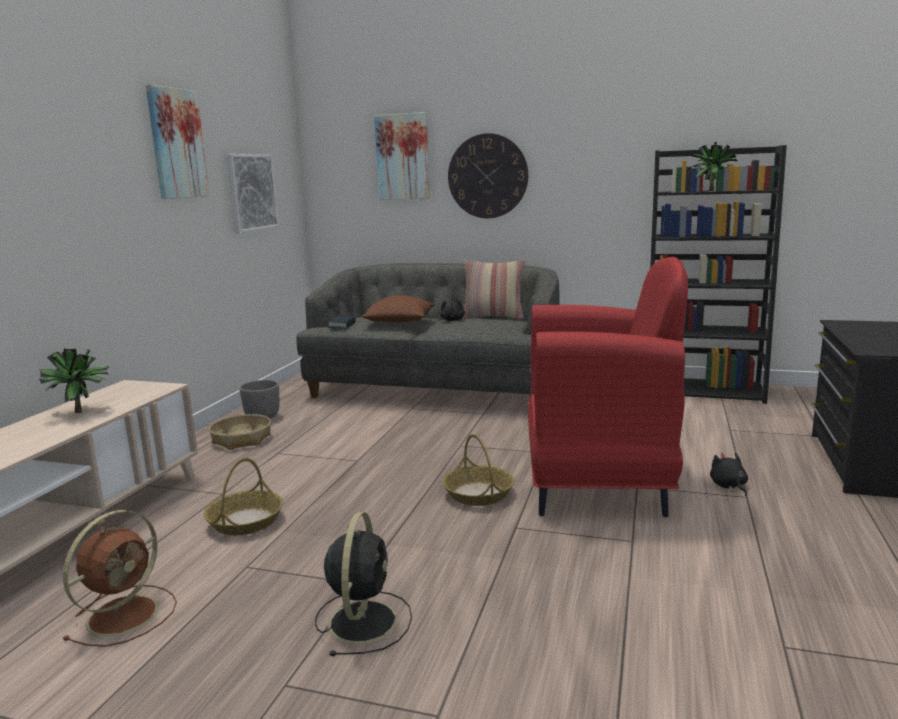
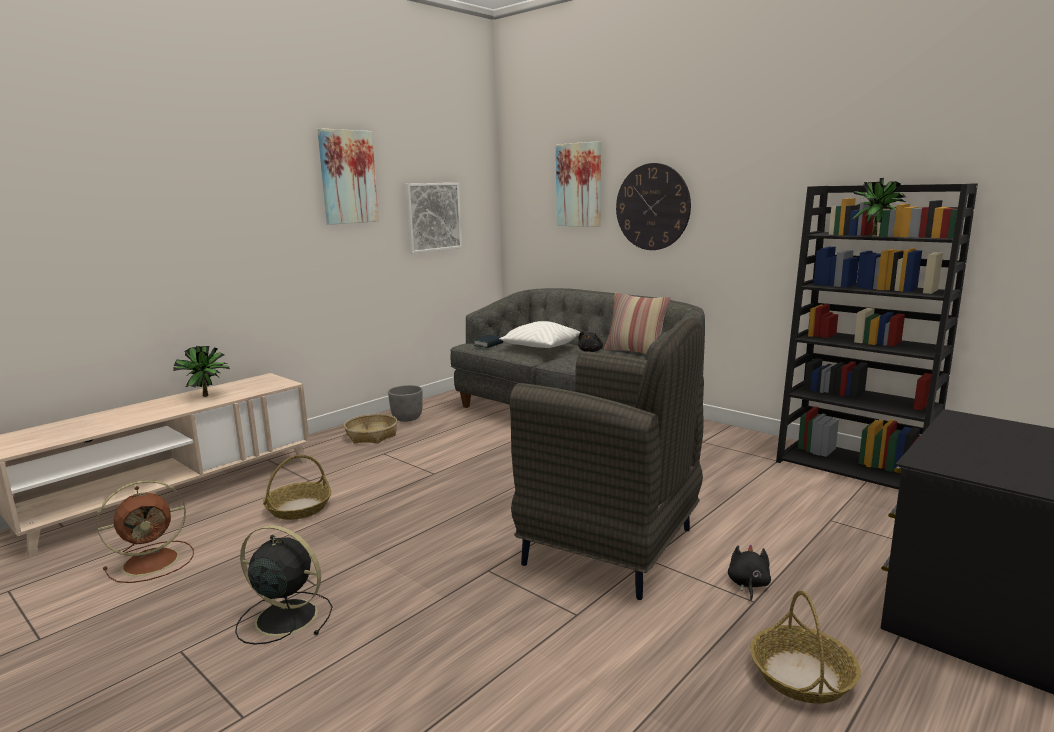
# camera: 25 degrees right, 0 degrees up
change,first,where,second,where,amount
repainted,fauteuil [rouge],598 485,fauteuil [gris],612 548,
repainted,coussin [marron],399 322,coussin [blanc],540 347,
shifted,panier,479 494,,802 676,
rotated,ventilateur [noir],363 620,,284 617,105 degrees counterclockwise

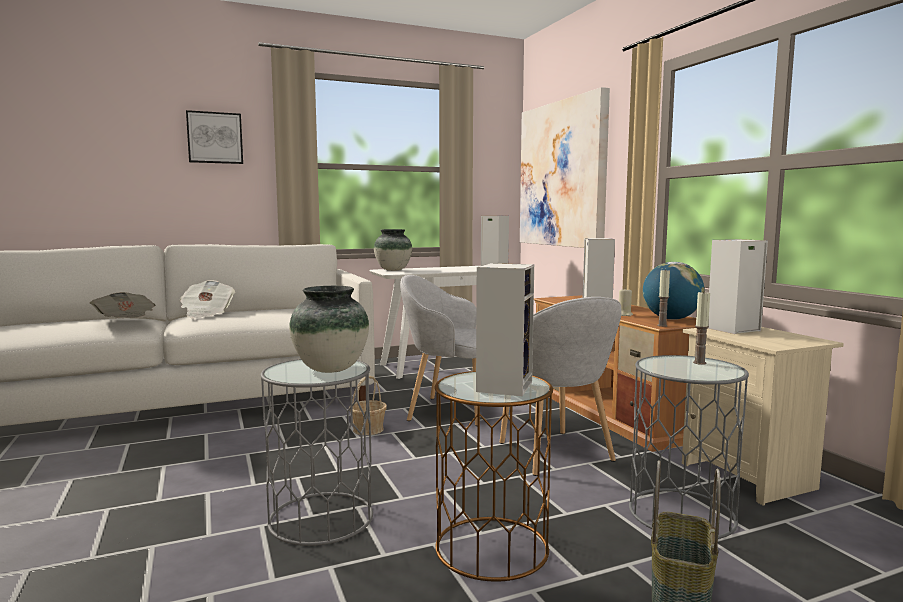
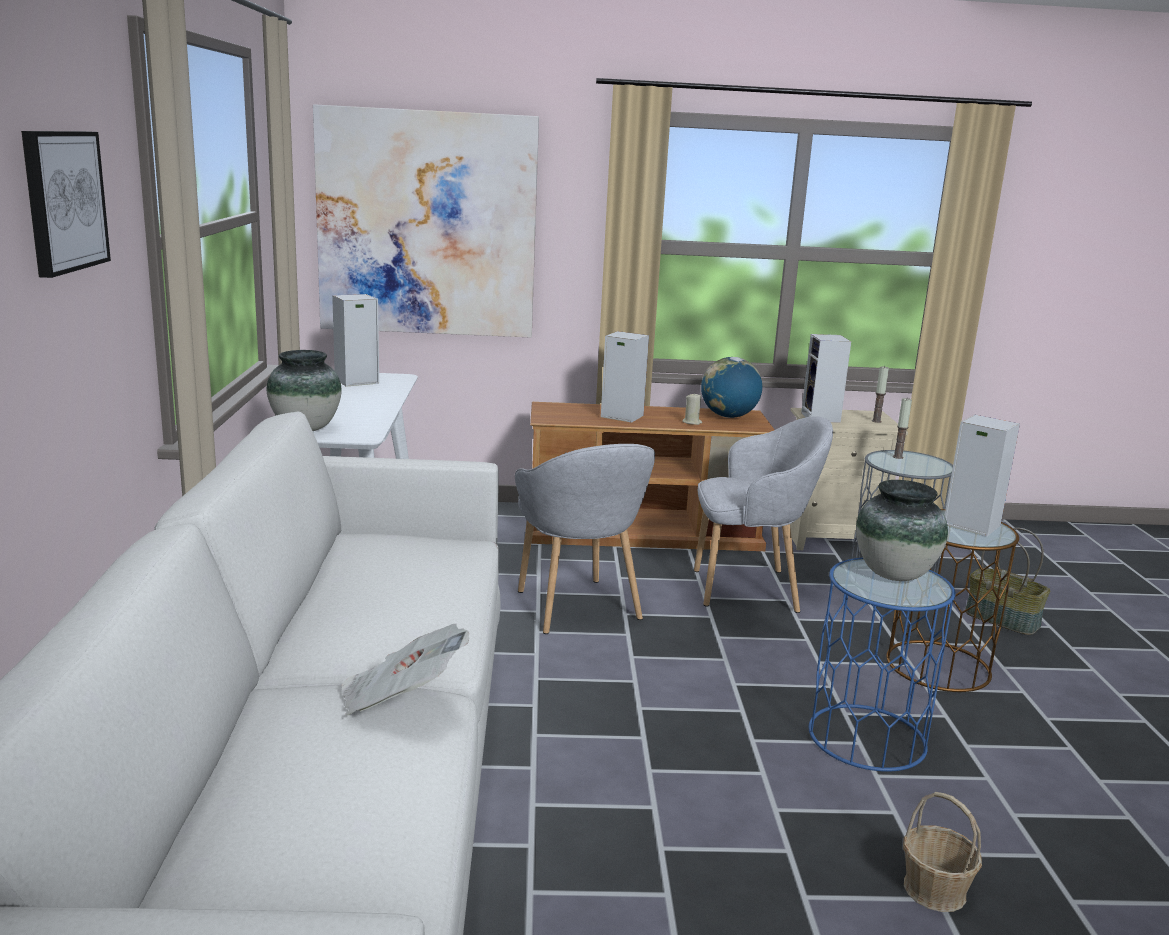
# camera: 70 degrees left, 10 degrees up
change,first,where,second,where,amount
shifted,bougie,662 325,,876 421,
rotated,fauteuil [gris],448 411,,577 608,60 degrees counterclockwise
gone,journal,206 313,,,
repainted,table d'appoint [gris],321 518,table d'appoint [bleu],867 737,
shifted,panier,368 429,,934 889,

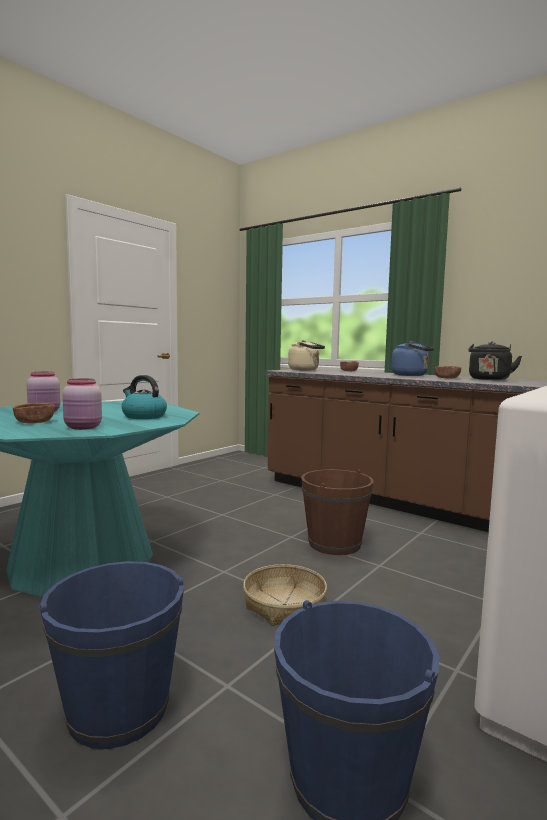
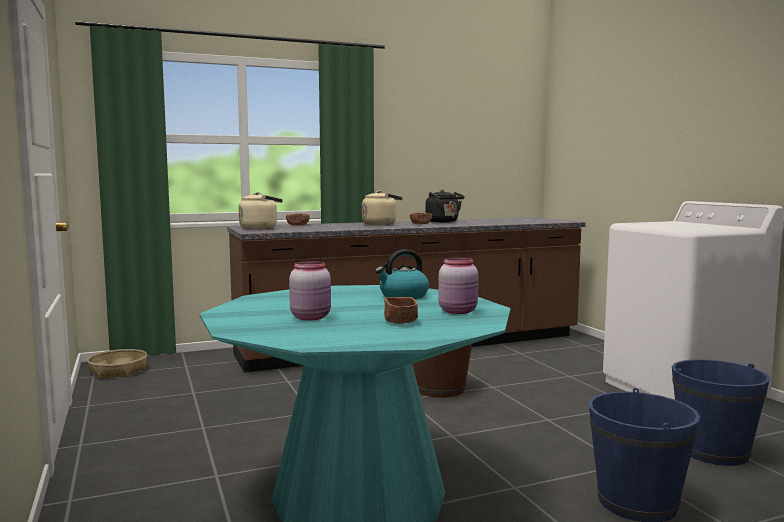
# camera: 60 degrees left, 0 degrees up
change,first,where,second,where,amount
repainted,bouilloire [bleu],412 375,bouilloire [beige],381 224,
shifted,panier,284 604,,118 371,

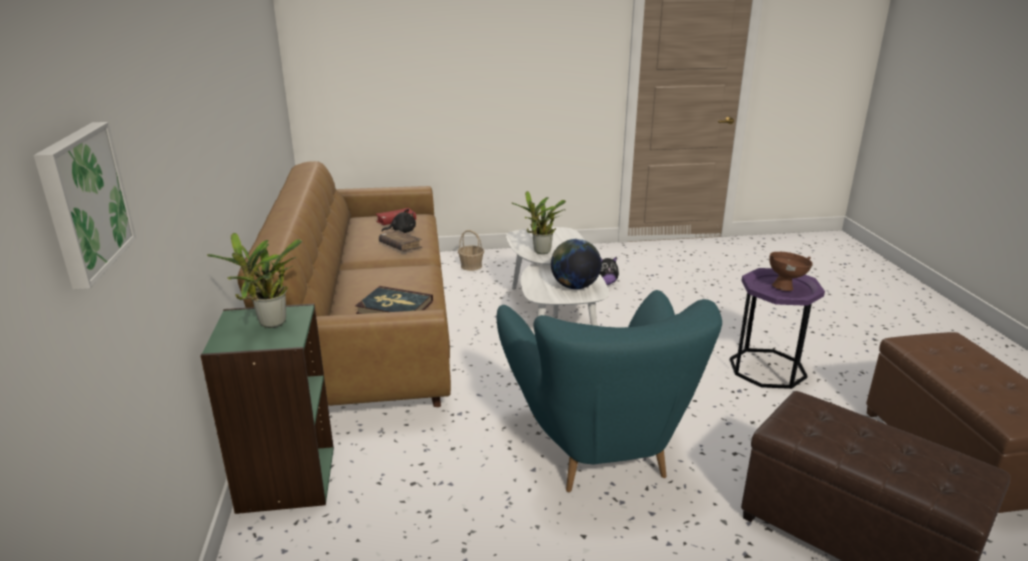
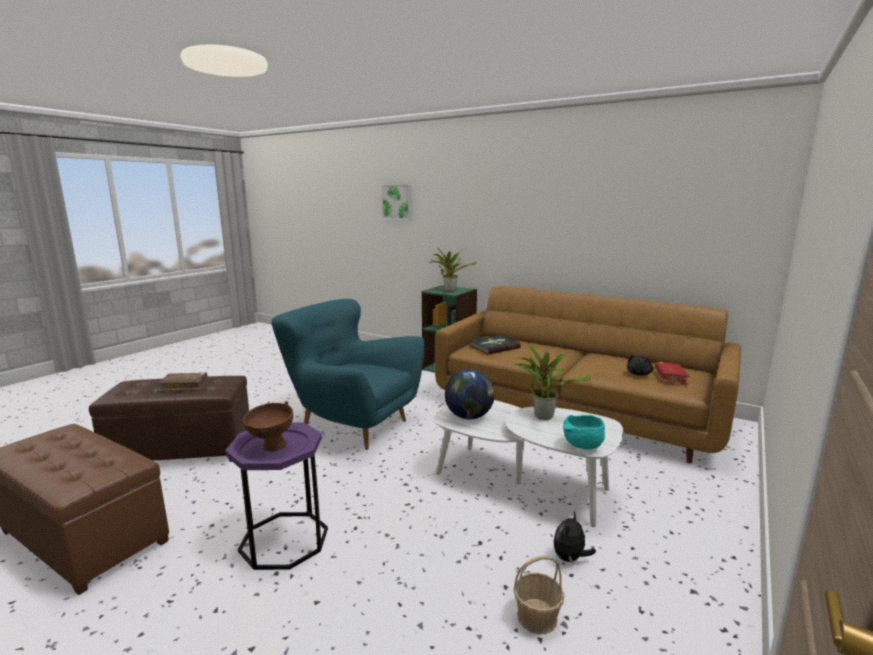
# camera: 130 degrees right, 10 degrees down
change,first,where,second,where,amount
shifted,livre [marron],400 246,,185 386,
shifted,panier,471 266,,537 617,
new,,,bol [turquoise],582 446,

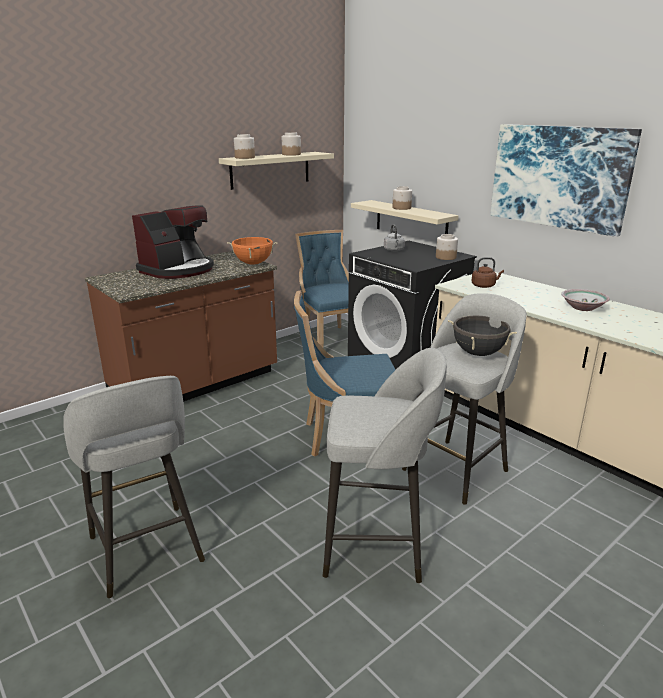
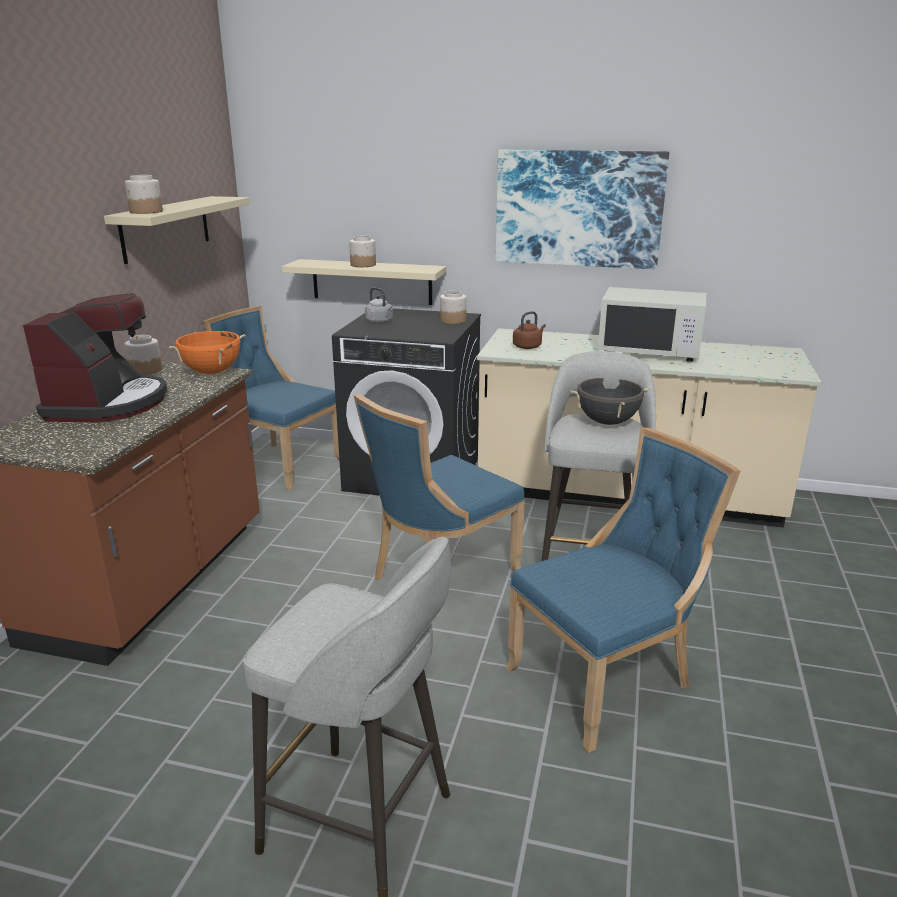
# camera: 35 degrees left, 0 degrees up
change,first,where,second,where,amount
shifted,bocal,291 154,,145 370,
swapped,bol,583 307,micro-ondes [blanc],649 351,
swapped,tabouret [gris],376 546,chaise [bleu],607 680,

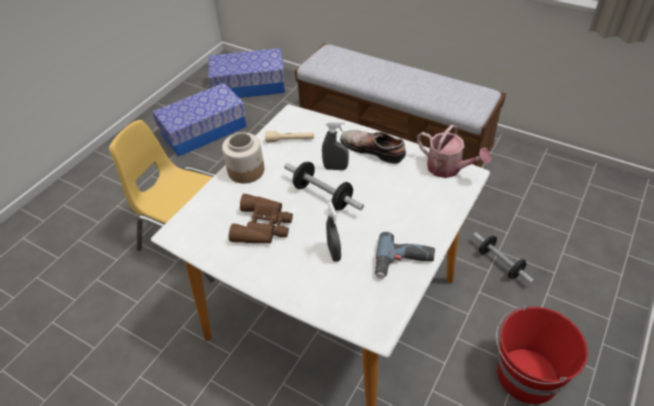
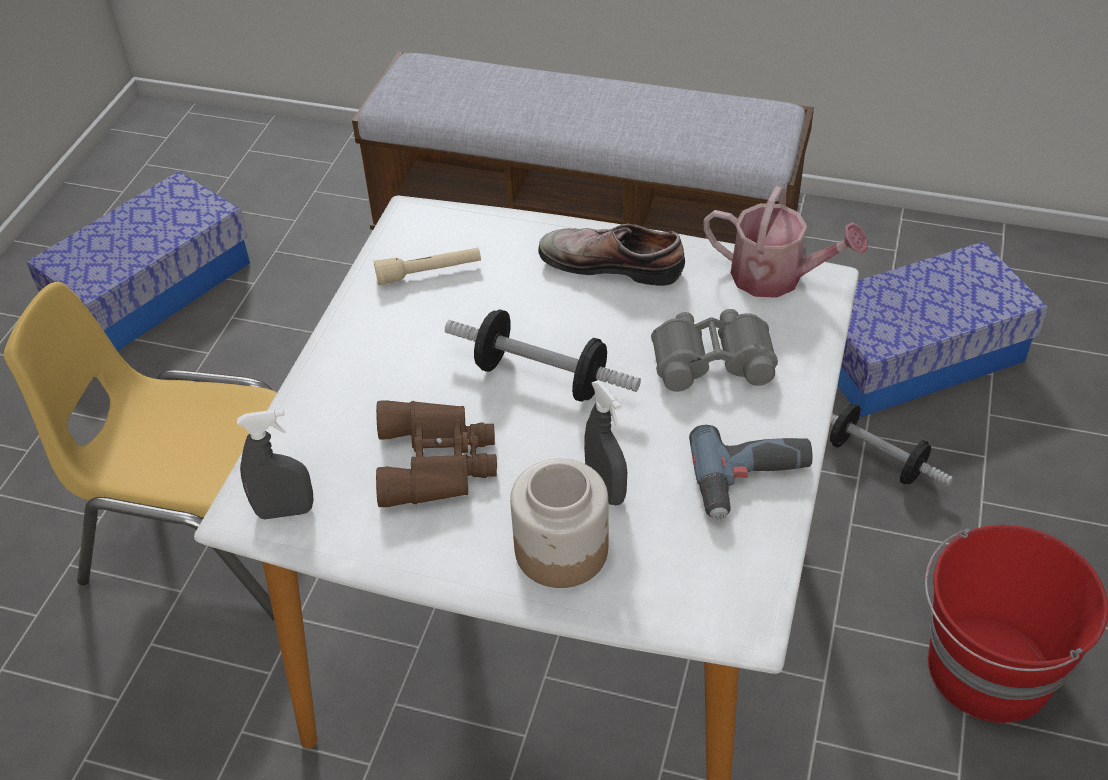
# camera: 15 degrees left, 0 degrees up
change,first,where,second,where,amount
shifted,boîte de rangement,249 86,,916 355,
shifted,vaporisateur [gris],335 168,,285 511,
shifted,bocal,246 171,,562 550,
new,,,jumelles [gris],712 359,

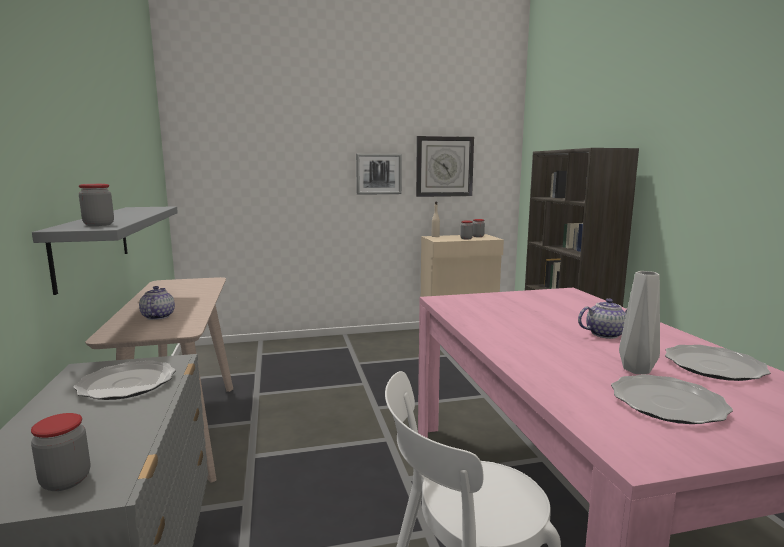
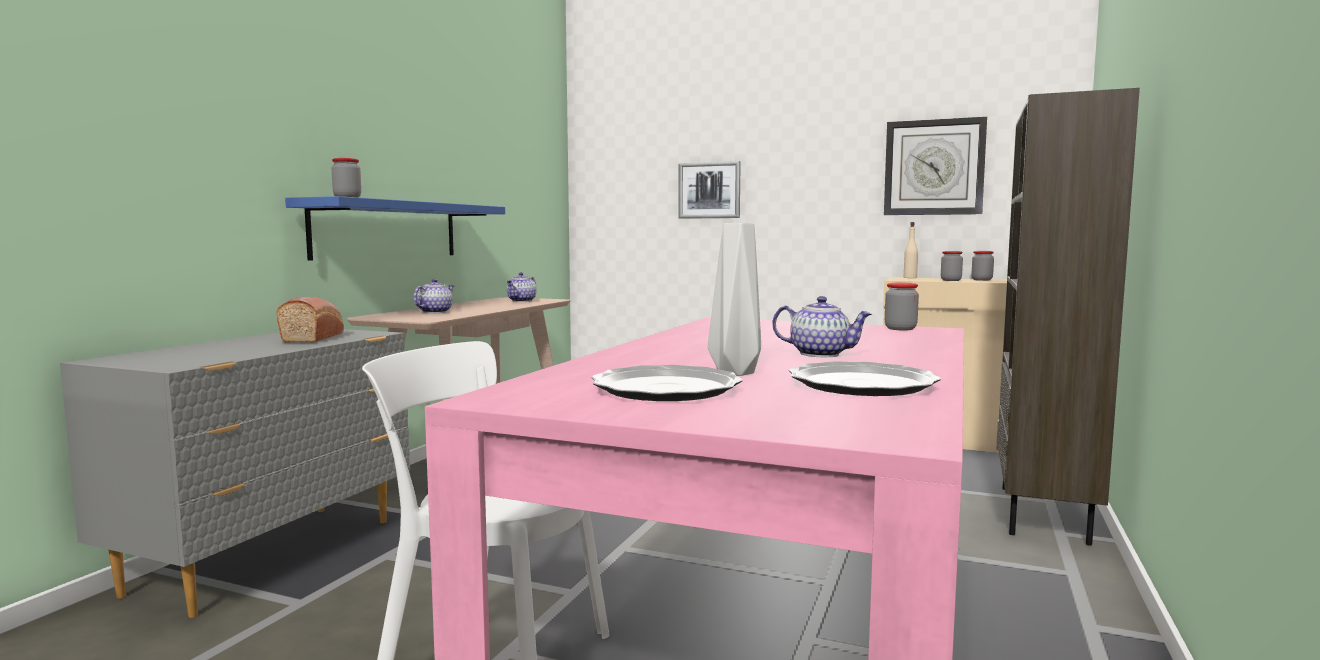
# camera: 35 degrees right, 5 degrees down
change,first,where,second,where,amount
shifted,tableau,378 174,,709 190,
repainted,étagère [gris],93 243,étagère [bleu],387 230,
swapped,assiette,127 383,pain,314 337,
shifted,bocal,66 481,,900 329,
new,,,théière,522 301,

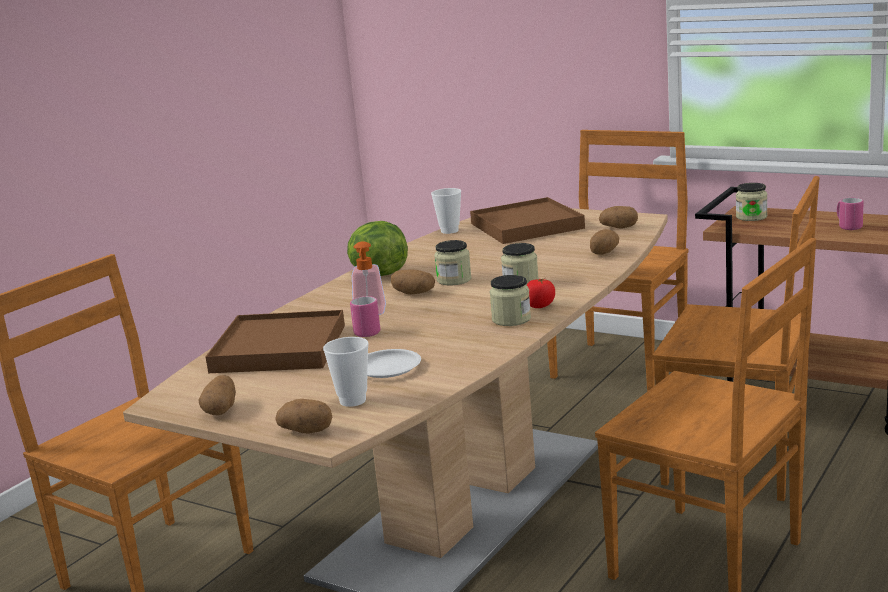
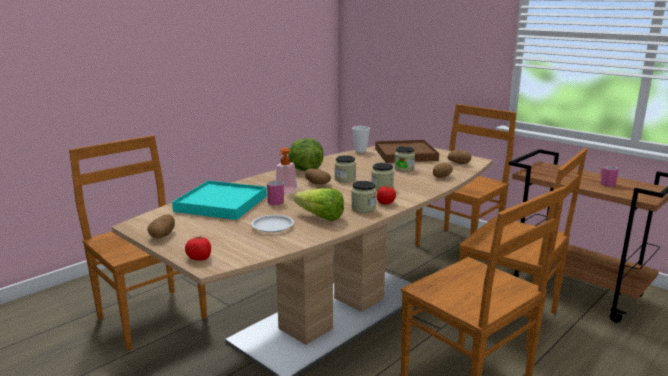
# camera: 10 degrees right, 0 degrees up
change,first,where,second,where,amount
shifted,bocal,751 217,,404 169,
repainted,plateau [marron],279 348,plateau [turquoise],221 204,
gone,tasse,352 401,,,
swapped,pomme de terre,307 431,tomate,199 258,
new,,,laitue,317 216,

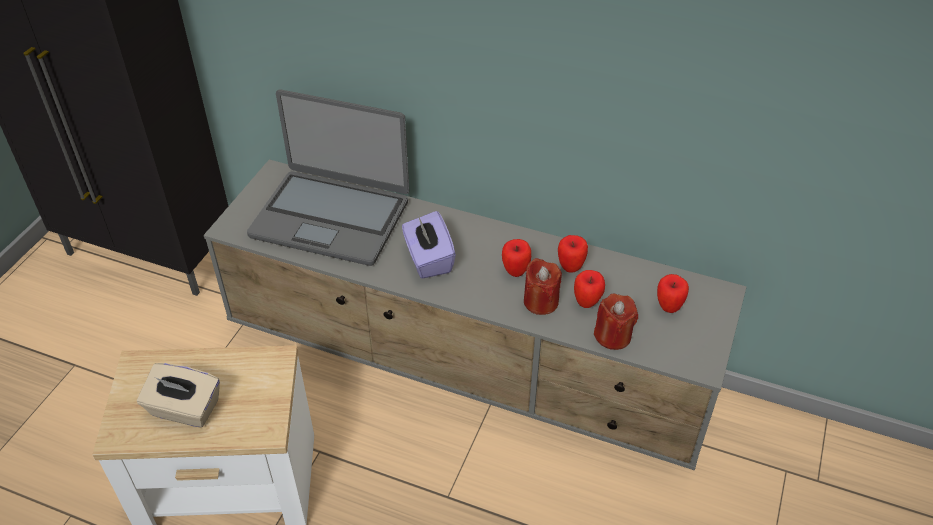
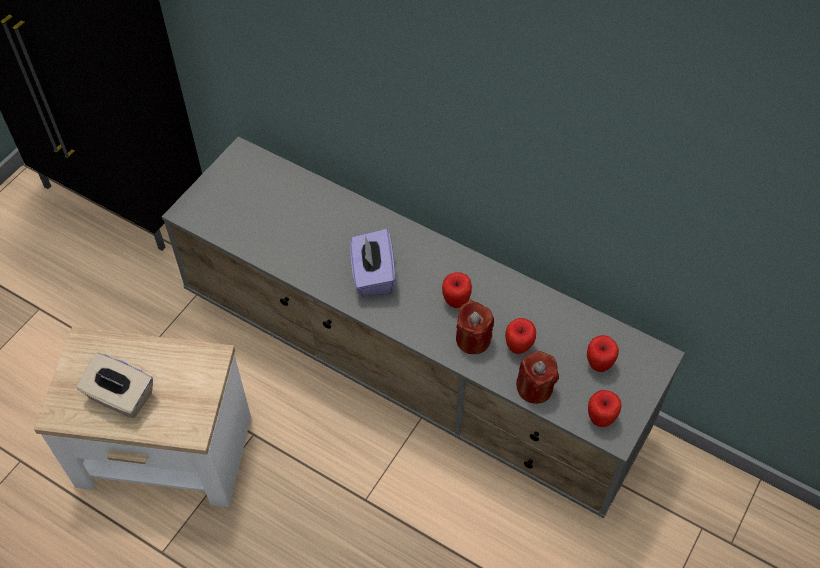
# camera: 10 degrees right, 10 degrees up
change,first,where,second,where,amount
gone,ordinateur portable,331 217,,,
shifted,pomme,570 267,,600 419,

